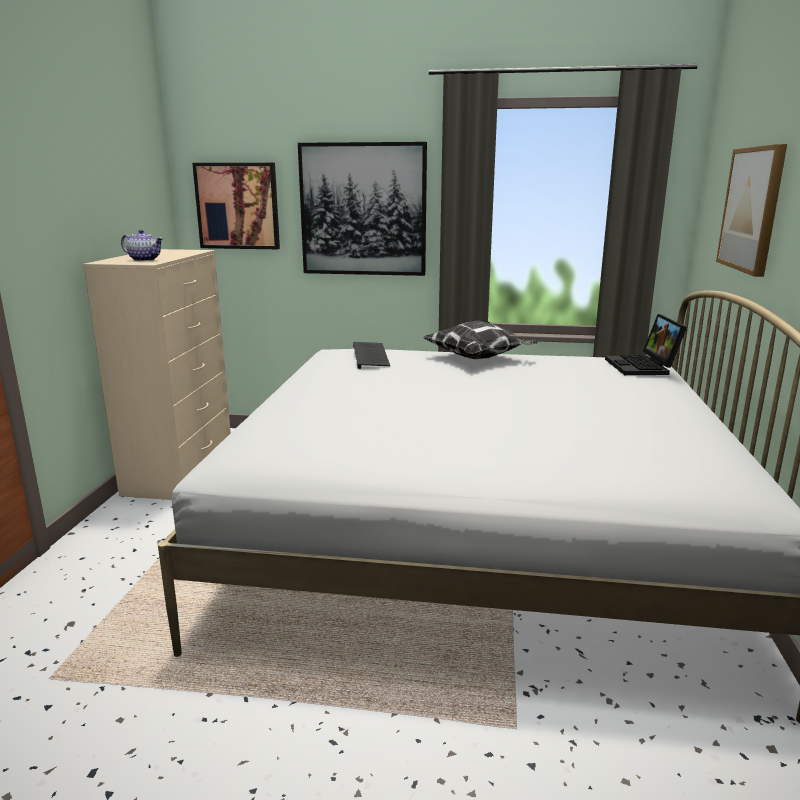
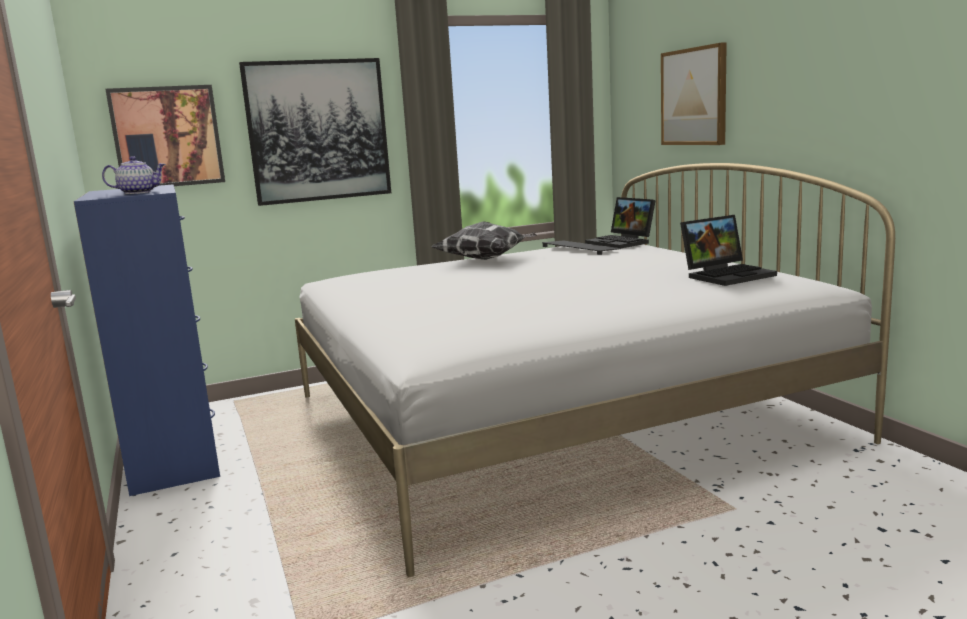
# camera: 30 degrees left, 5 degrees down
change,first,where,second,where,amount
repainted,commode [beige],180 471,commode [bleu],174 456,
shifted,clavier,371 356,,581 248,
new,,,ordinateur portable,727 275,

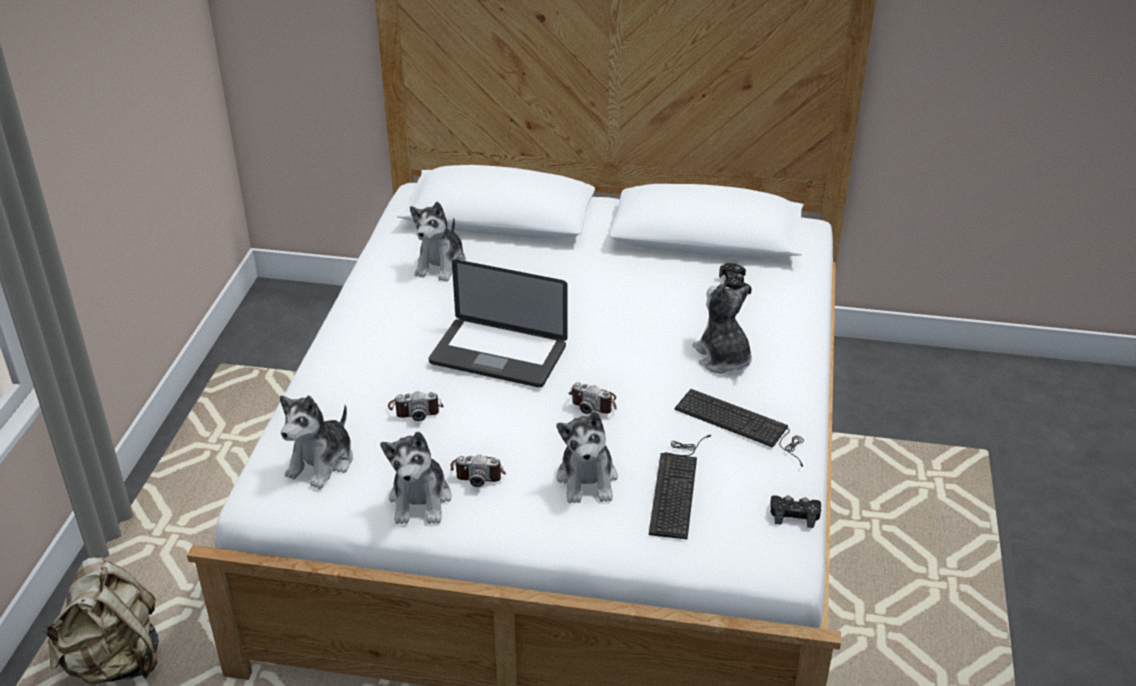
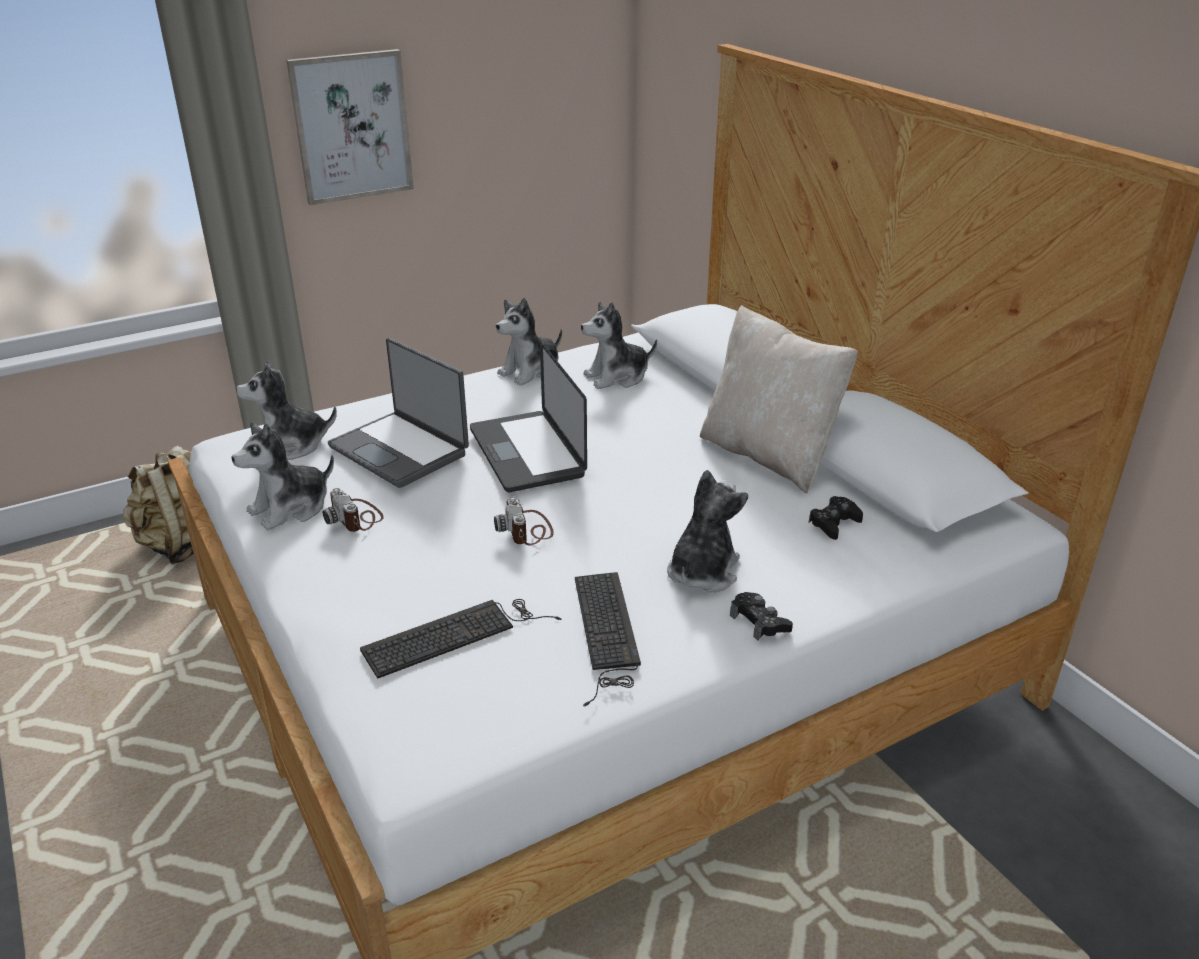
# camera: 50 degrees right, 5 degrees down
change,first,where,second,where,amount
swapped,appareil photo,416 409,ordinateur portable,401 450,
shifted,peluche,587 479,,531 371,
shifted,manette [noir],794 514,,759 622,
new,,,tableau,352 127,
new,,,coussin [beige],769 455,

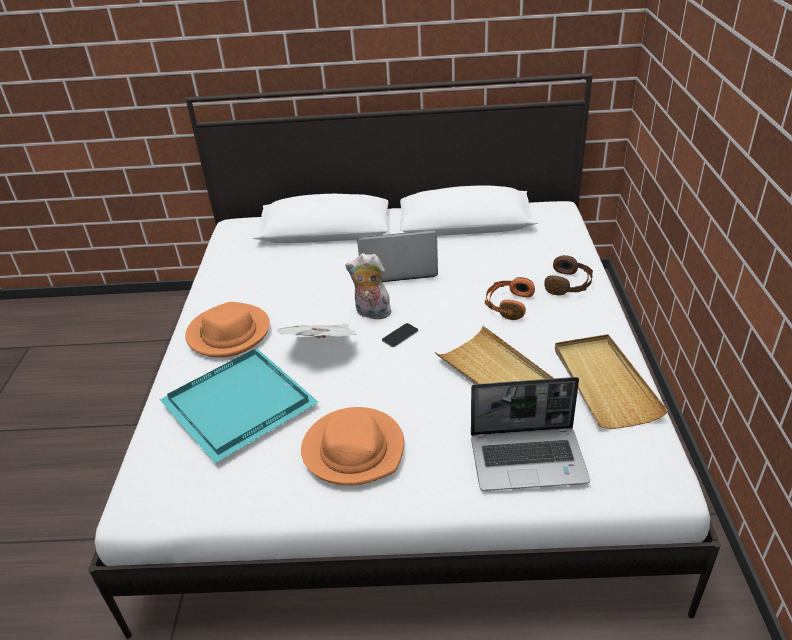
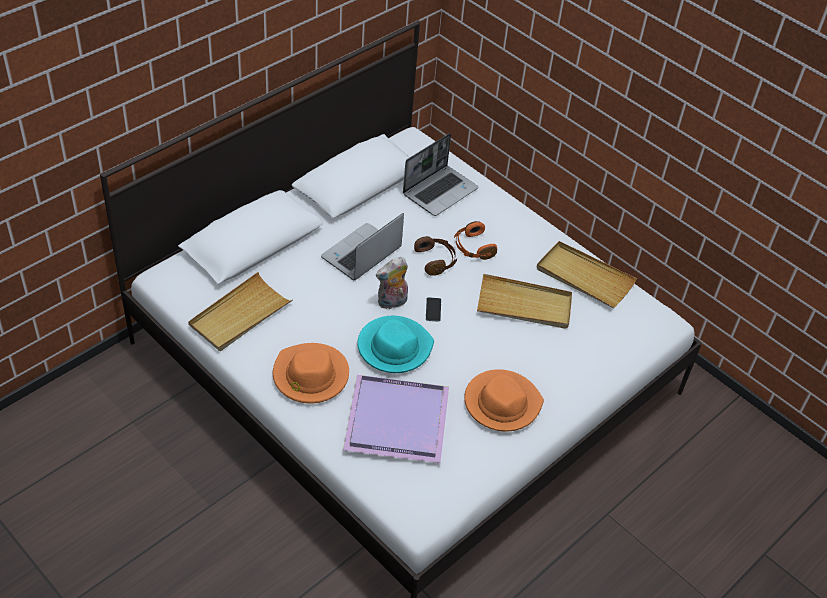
# camera: 50 degrees left, 10 degrees up
change,first,where,second,where,amount
shifted,casque audio [marron],569 285,,436 260,
swapped,journal,323 346,chapeau [turquoise],394 347,
repainted,plateau [turquoise],242 405,plateau [violet],399 419,
shifted,ordinateur portable,529 459,,440 191,
new,,,plateau [beige],240 315,

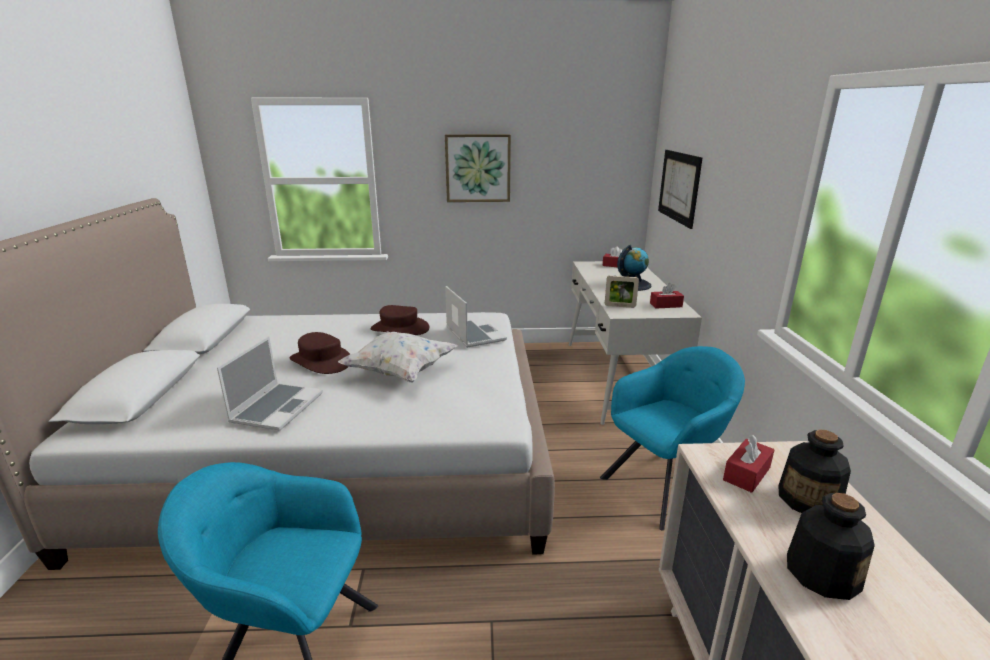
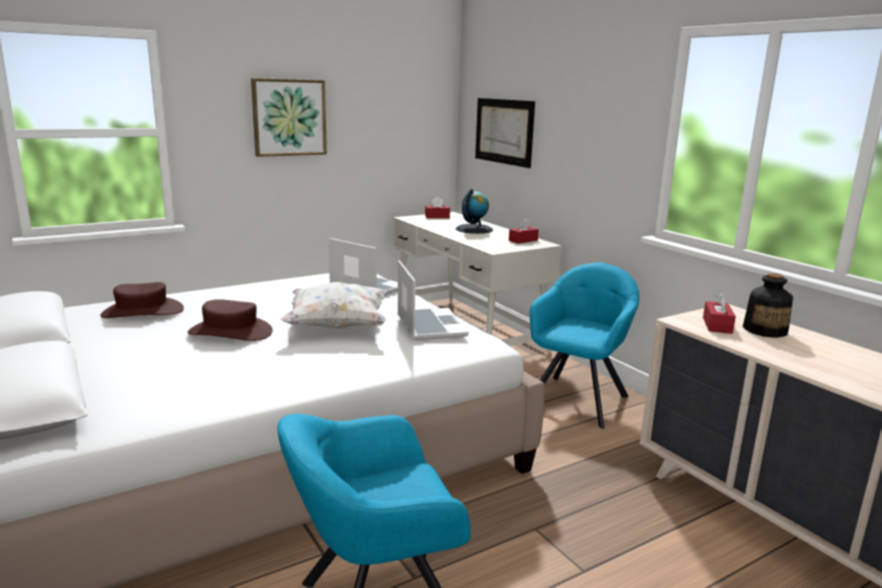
# camera: 30 degrees left, 5 degrees down
change,first,where,second,where,amount
gone,cadre photo,620 306,,,
shifted,chapeau [marron],399 328,,142 312,
shifted,ordinateur portable,277 407,,429 325,
gone,bouteille,821 573,,,

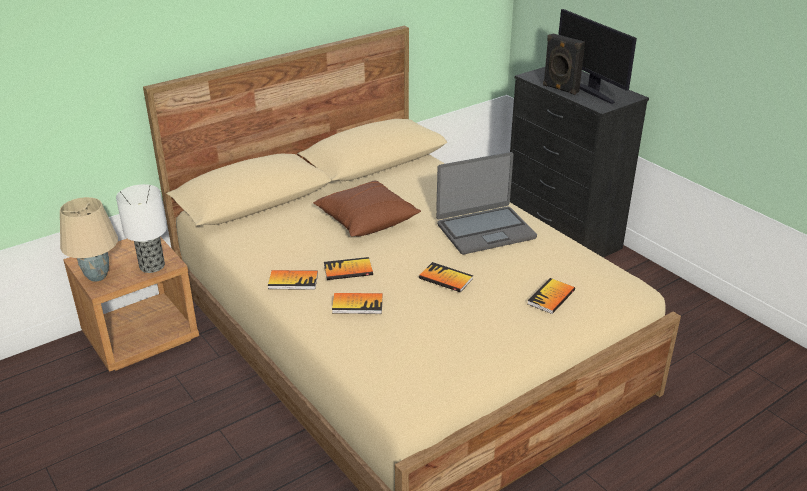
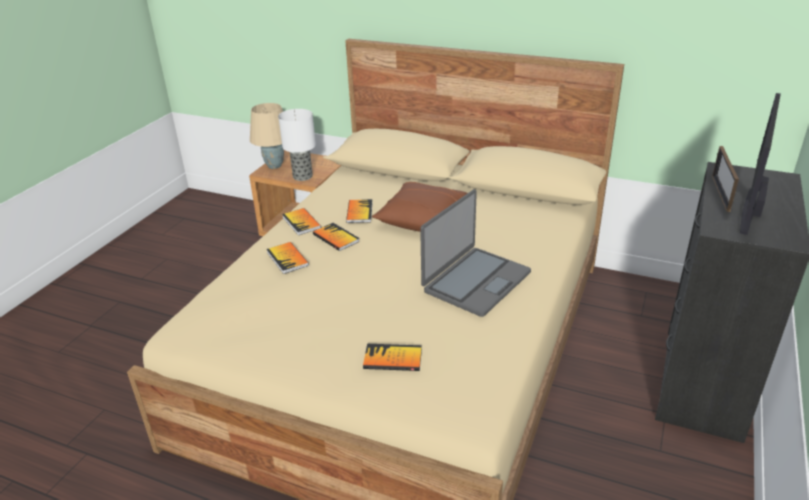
# camera: 60 degrees right, 0 degrees up
change,first,where,second,where,amount
swapped,enceinte [noir],560 89,cadre photo,720 193,
rotated,ordinateur portable,485 230,,475 281,90 degrees counterclockwise
shifted,livre,445 278,,359 212,

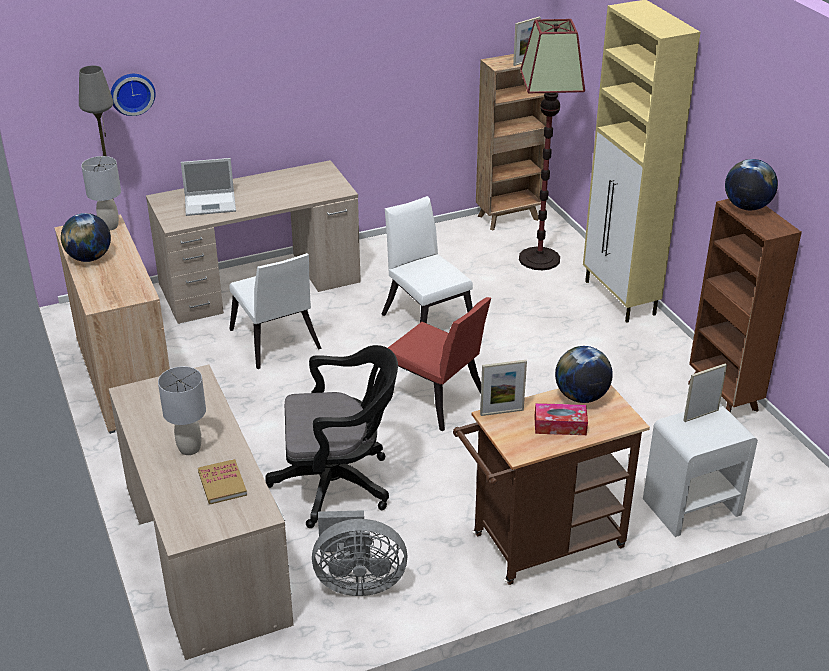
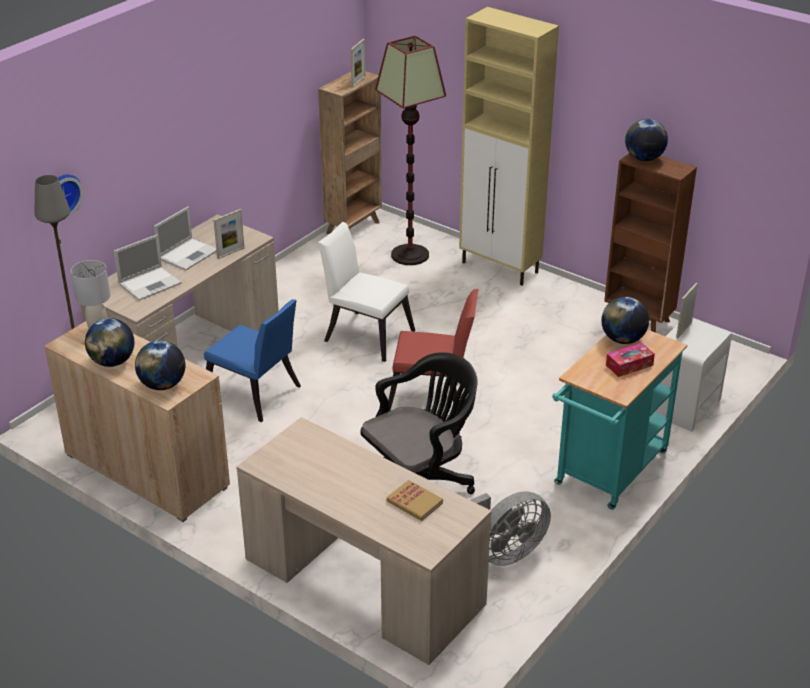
# camera: 30 degrees left, 0 degrees up
change,first,where,second,where,amount
repainted,chaise [blanc],276 343,chaise [bleu],256 395,
shifted,cadre photo,501 412,,230 253,
gone,lampe de table [gris],190 448,,,
repainted,chariot [marron],540 545,chariot [turquoise],607 473,
new,,,ordinateur portable,189 254,
new,,,globe,162 385,

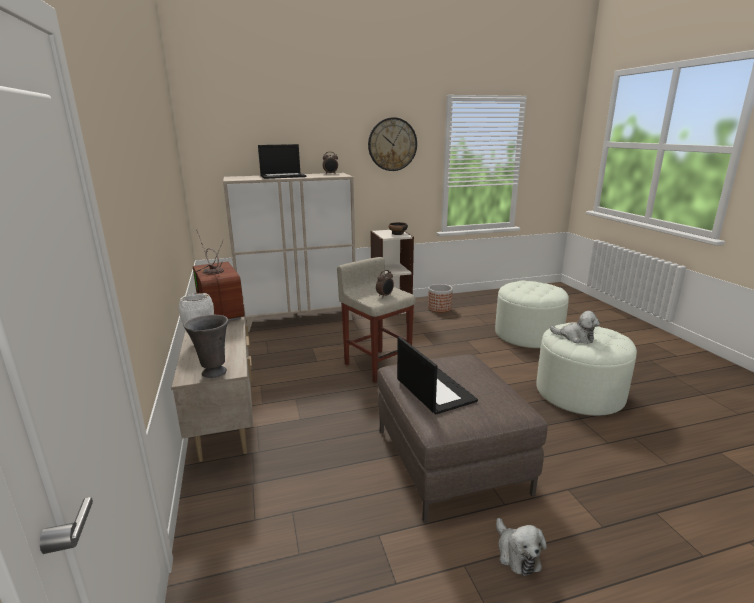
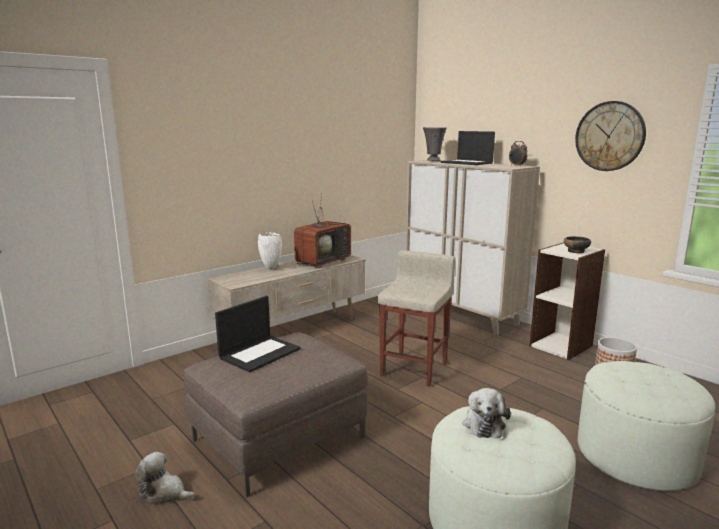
# camera: 65 degrees right, 5 degrees down
change,first,where,second,where,amount
gone,réveil,385 296,,,
shifted,vase [gris],213 373,,433 160,
rotated,peluche,516 554,,165 493,60 degrees clockwise

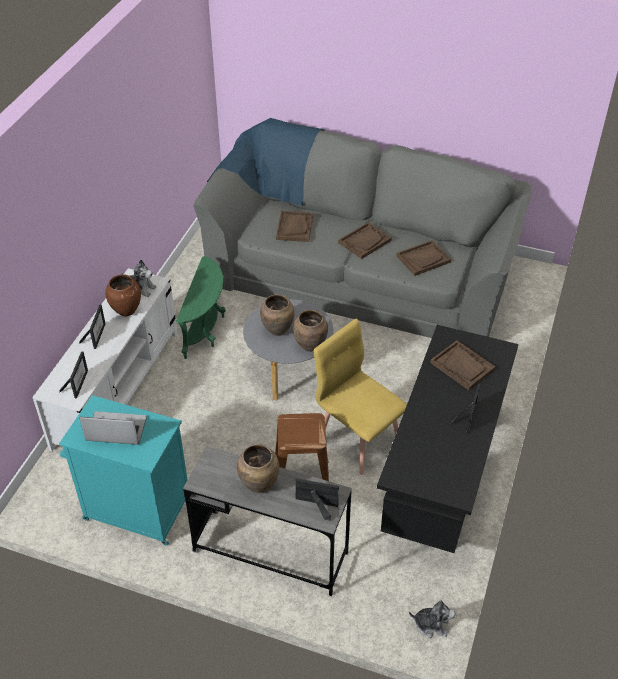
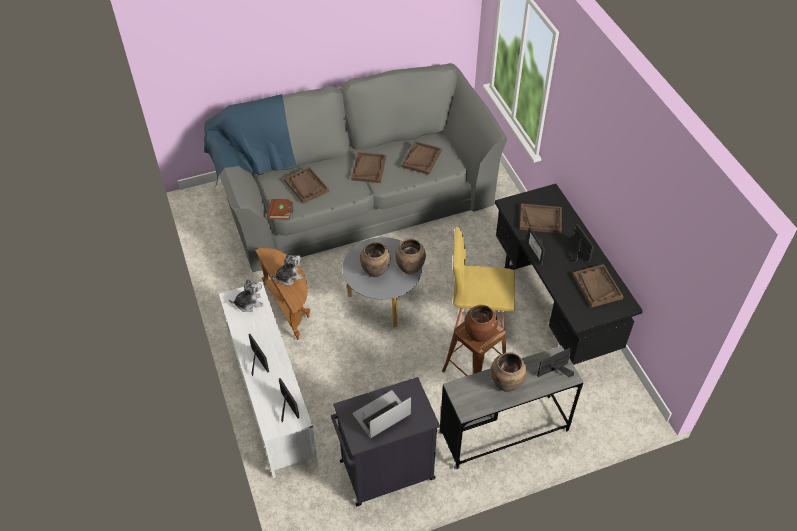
# camera: 40 degrees left, 5 degrees up
change,first,where,second,where,amount
repainted,table d'appoint [vert],206 329,table d'appoint [marron],289 307,
shifted,vase [marron],127 311,,479 335,
repainted,meuble de rangement [turquoise],136 509,meuble de rangement [noir],385 471,
shifted,peluche,431 624,,288 277,
new,,,livre [marron],282 214,
new,,,cadre photo,537 253,
new,,,plateau [marron],597 286,

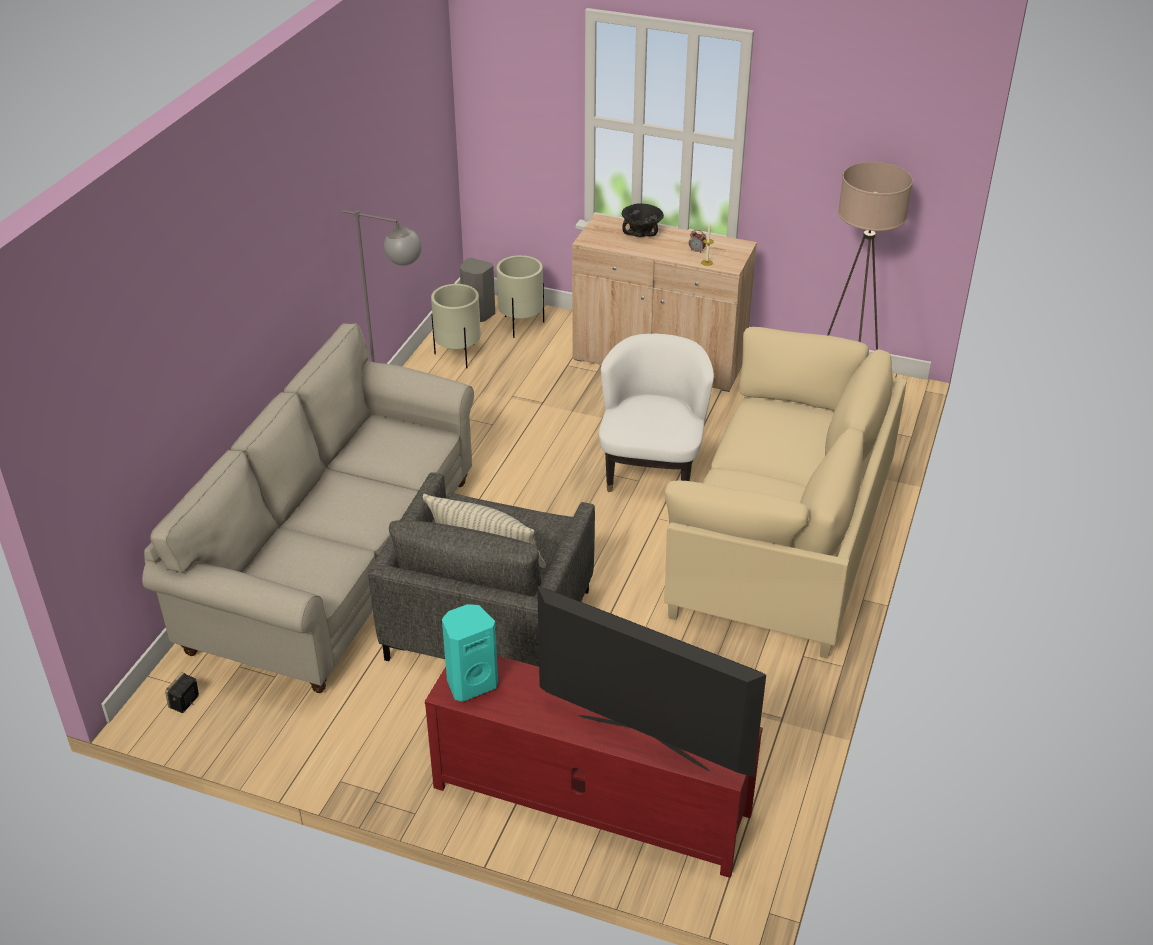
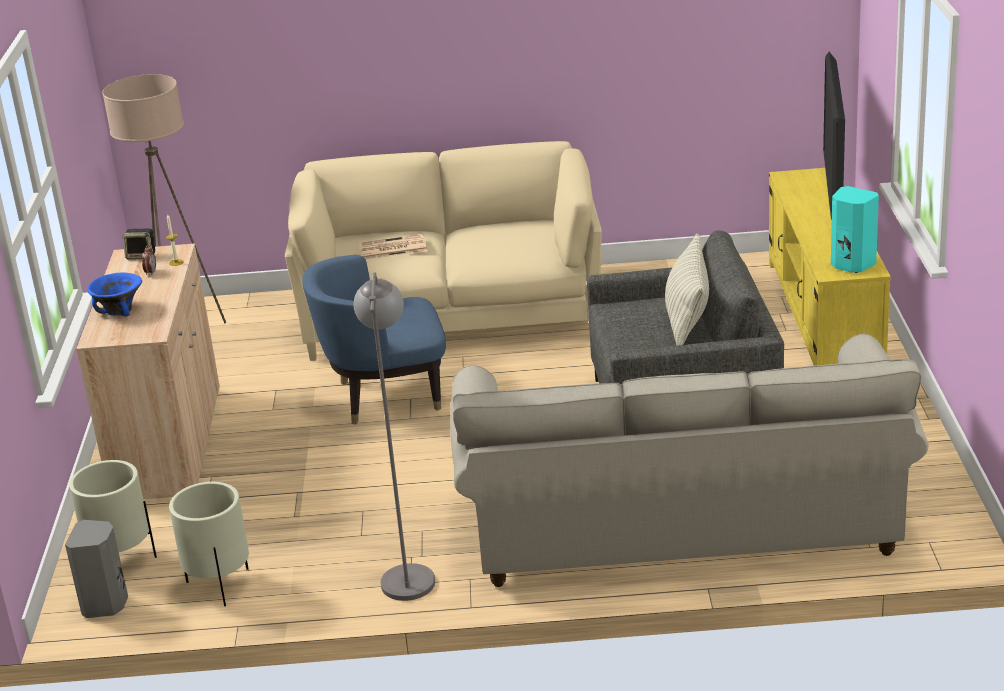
# camera: 110 degrees left, 10 degrees down
change,first,where,second,where,amount
repainted,bol [noir],641 233,bol [bleu],119 310,
repainted,fauteuil [blanc],652 469,fauteuil [bleu],386 396,
repainted,meuble télé [rouge],589 800,meuble télé [jaune],823 318,
shifted,enceinte,184 703,,142 256,
new,,,journal,392 248,

